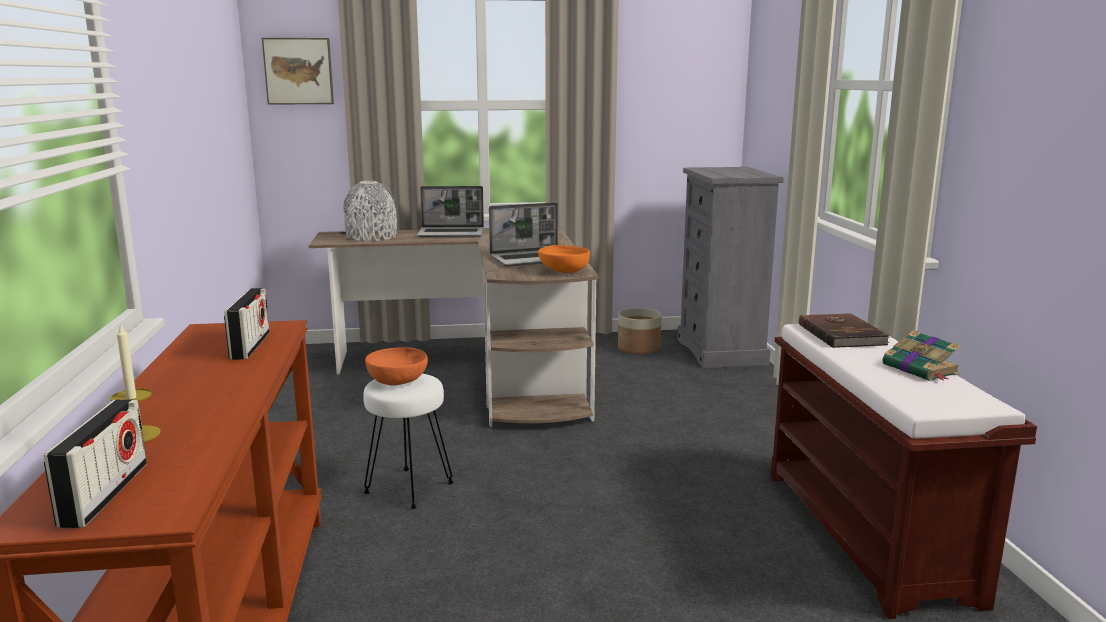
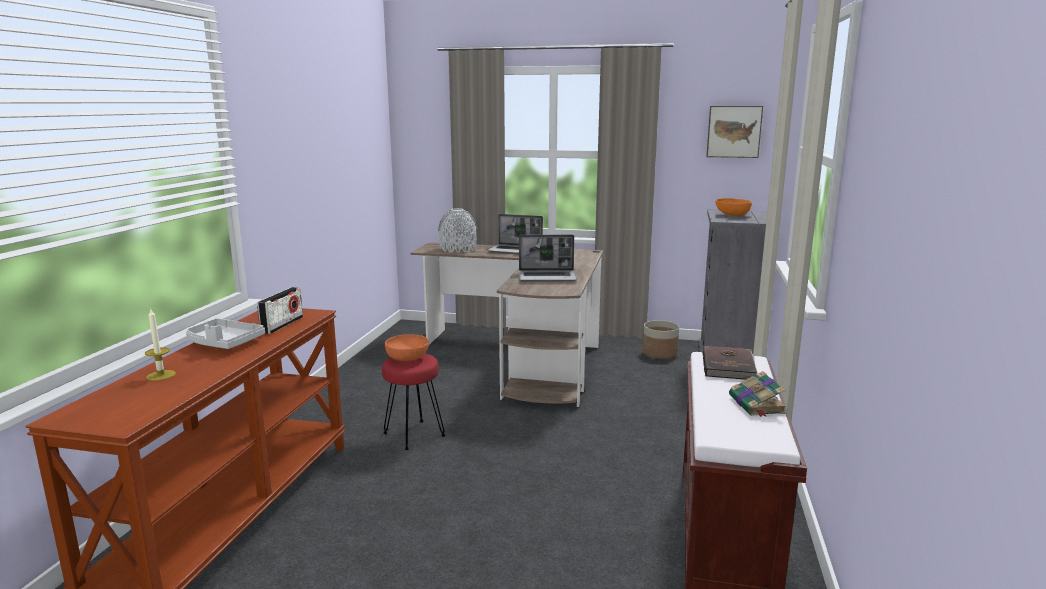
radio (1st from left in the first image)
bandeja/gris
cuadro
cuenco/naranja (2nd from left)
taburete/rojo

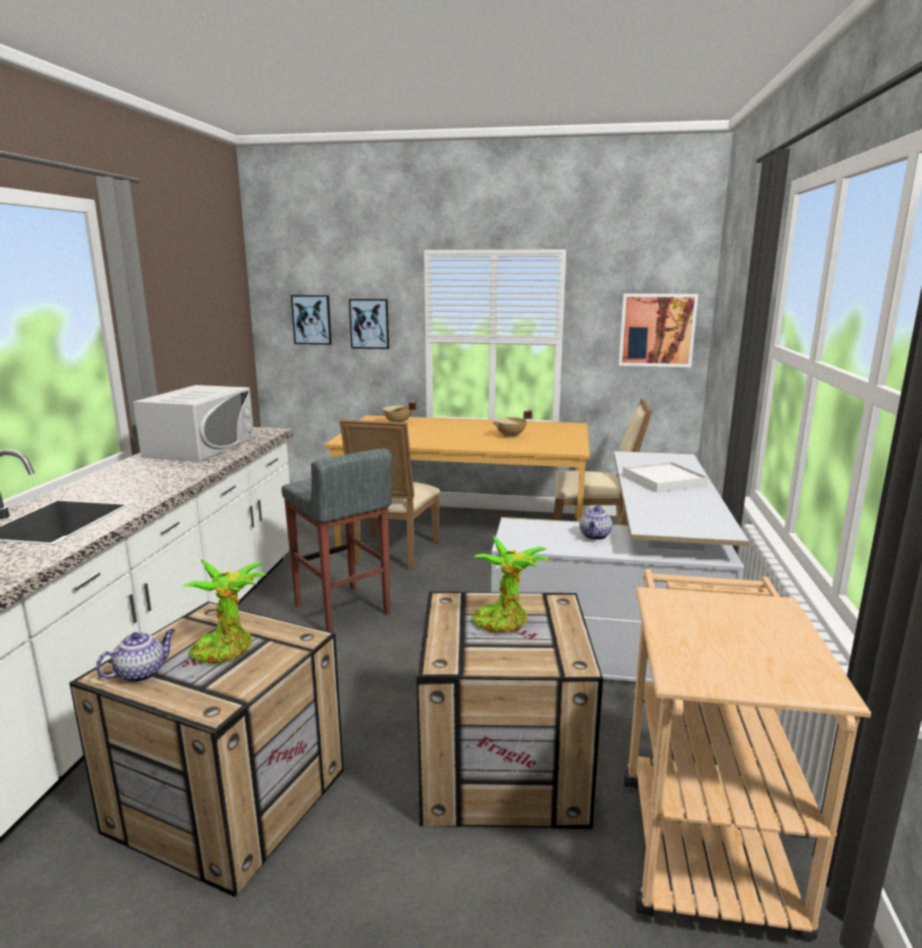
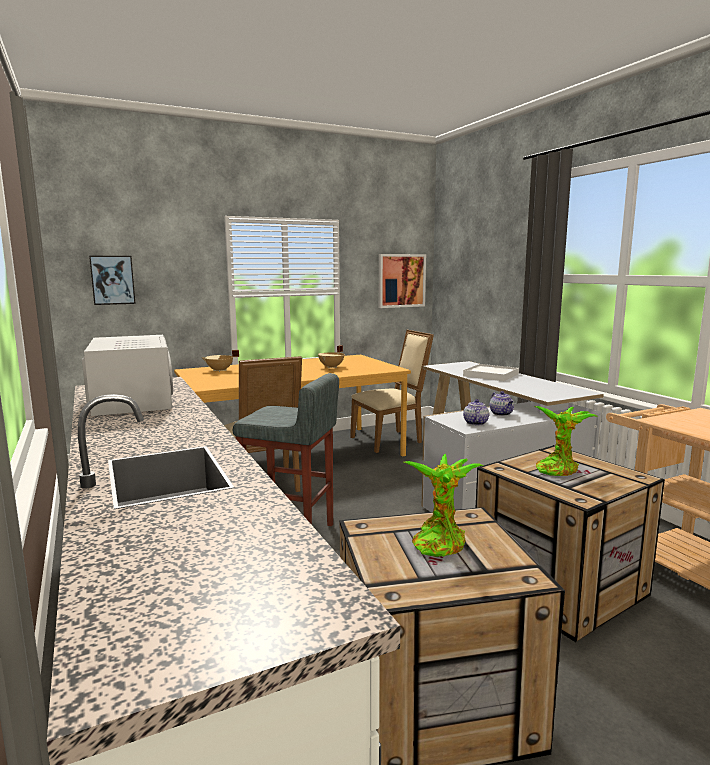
cuadro (2nd from left in the first image)
tetera (1st from left)

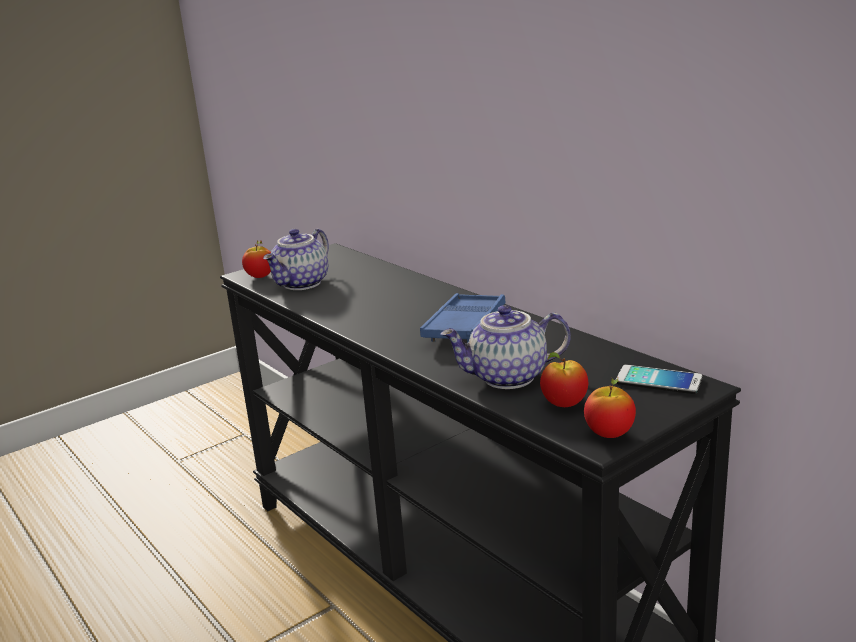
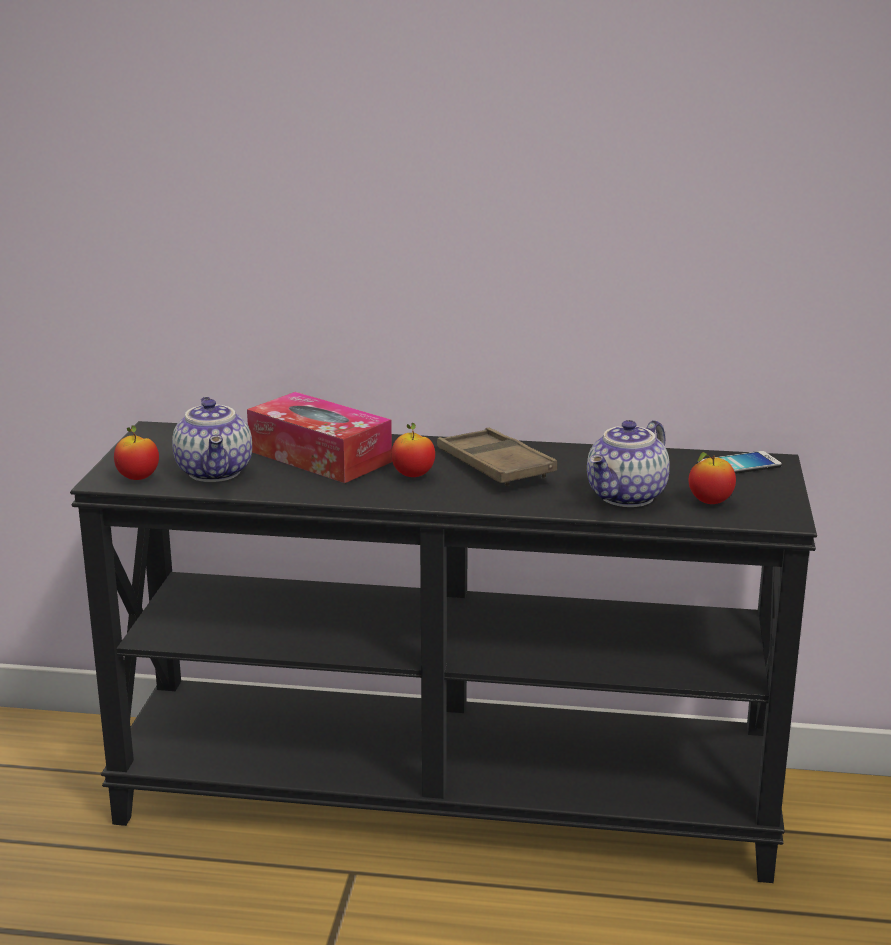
caja de pañuelos
manzana (2nd from left)
bandeja/marrón

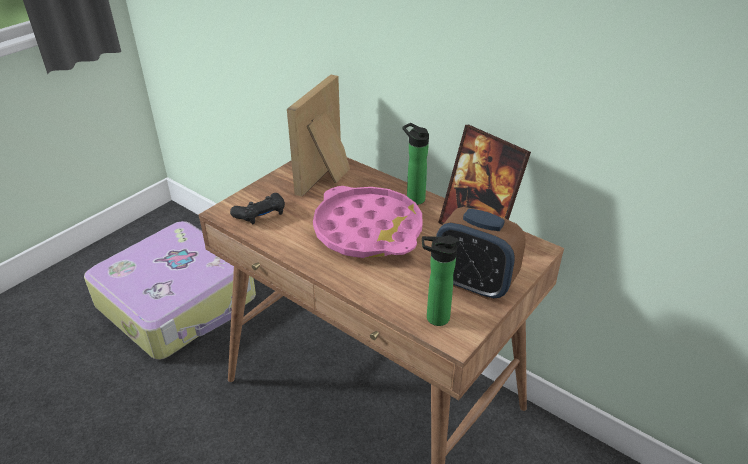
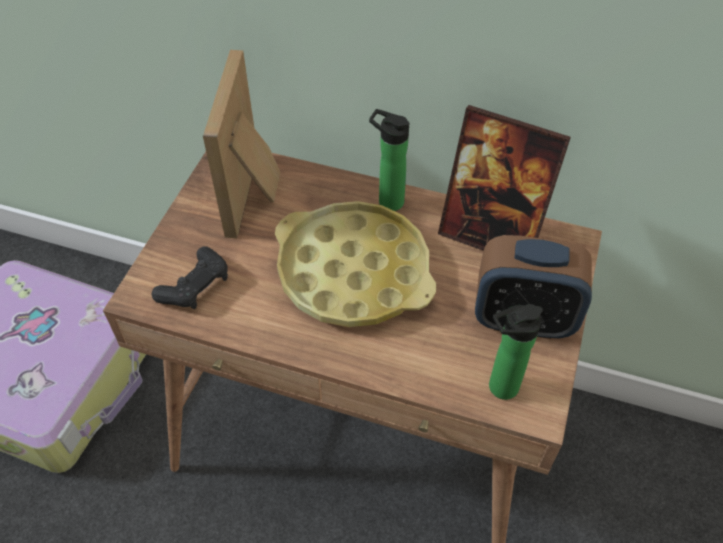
bandeja/amarillo

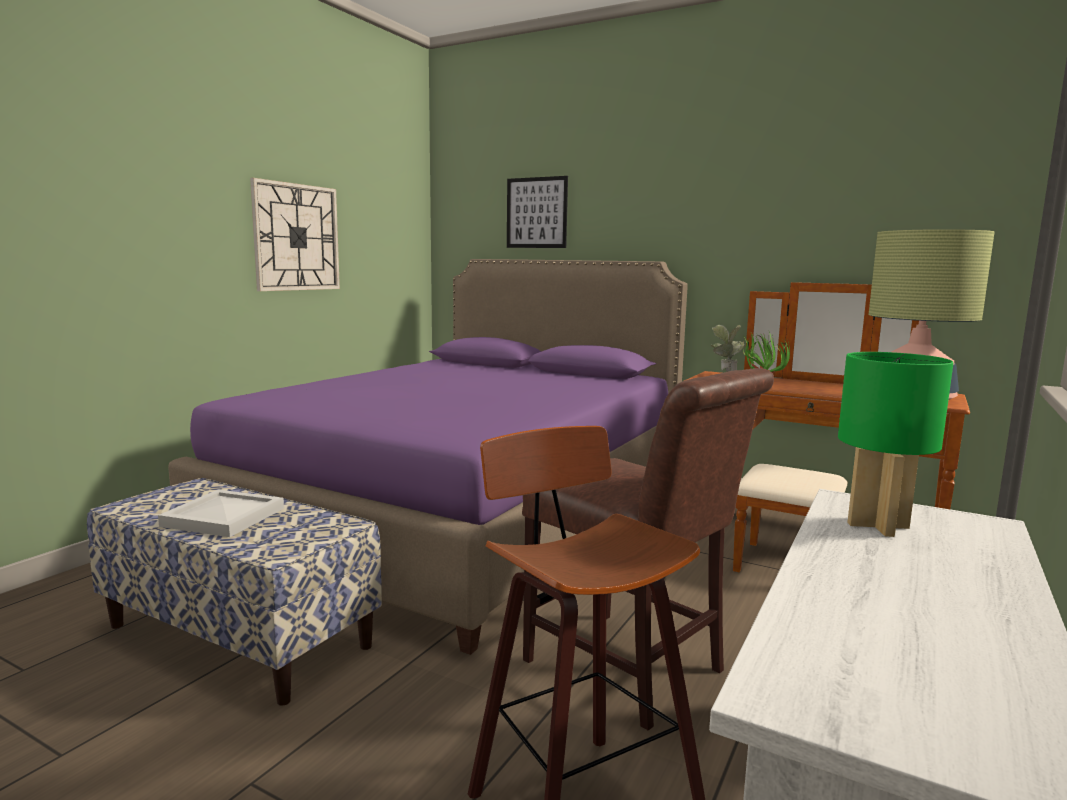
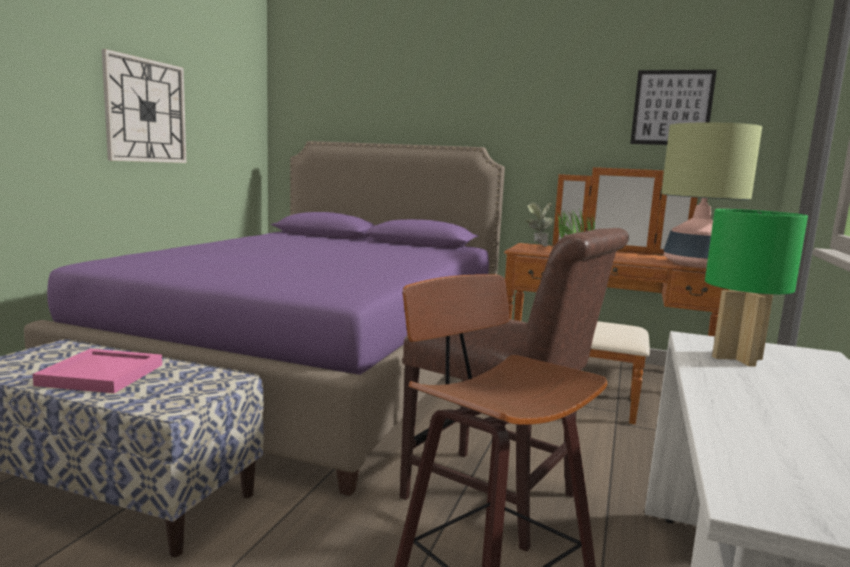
cuadro
bandeja/rosa

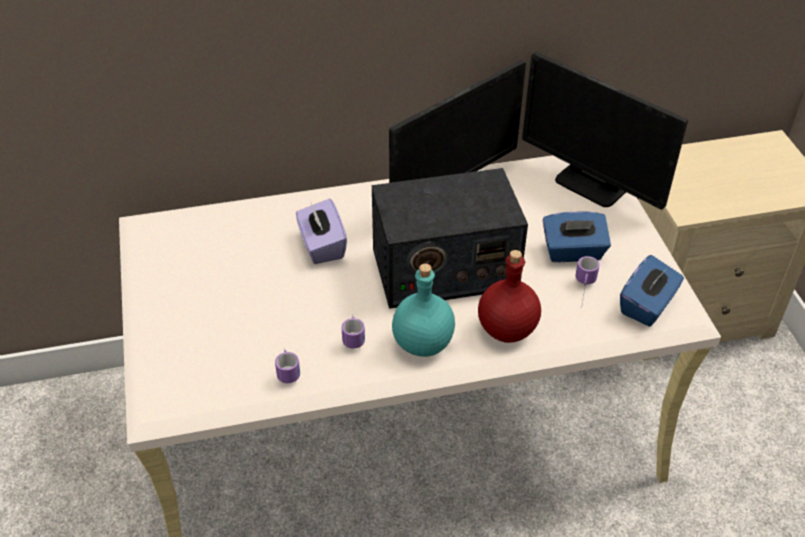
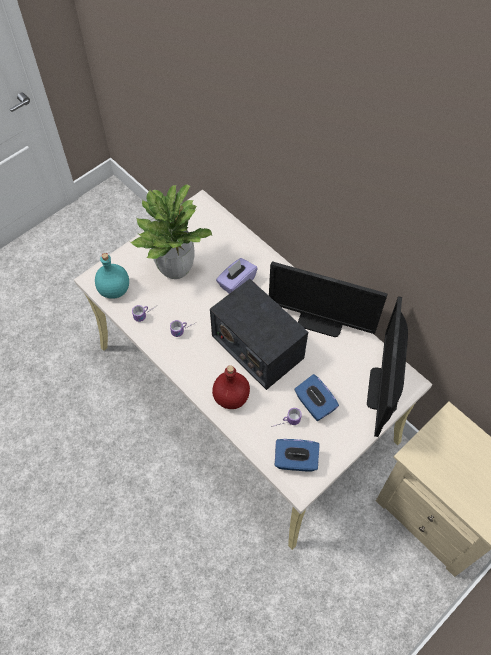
planta en maceta
botella/turquesa

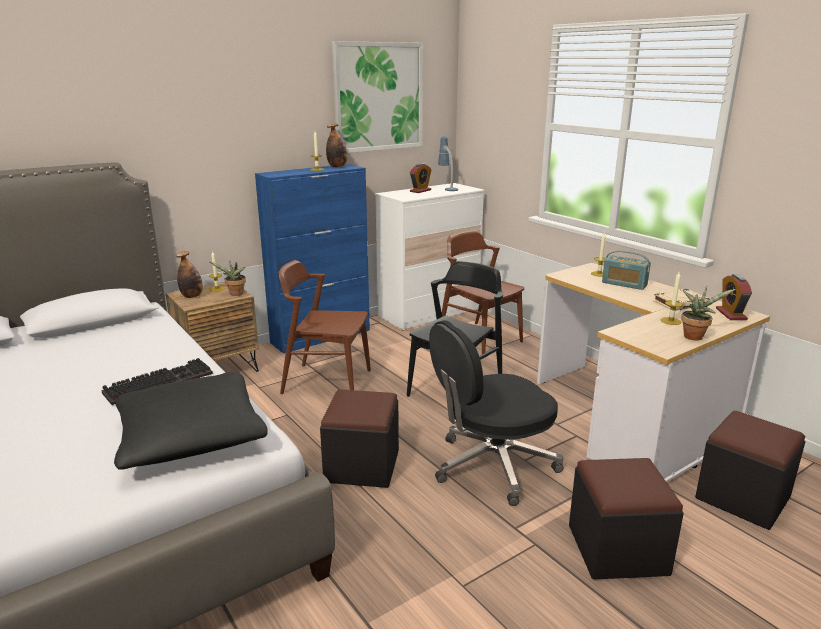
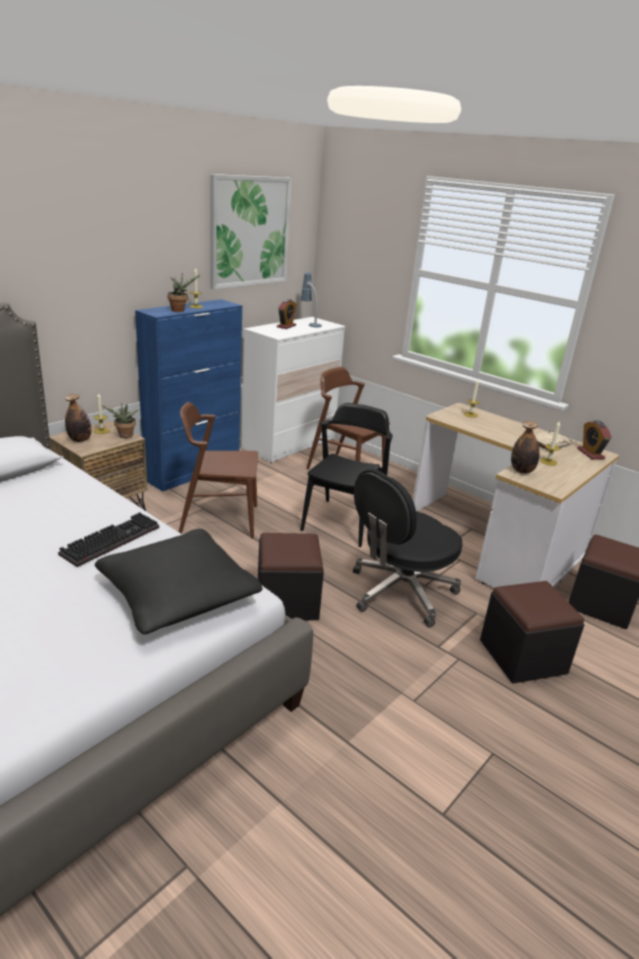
radio
botella (2nd from left)
planta en maceta (2nd from left)

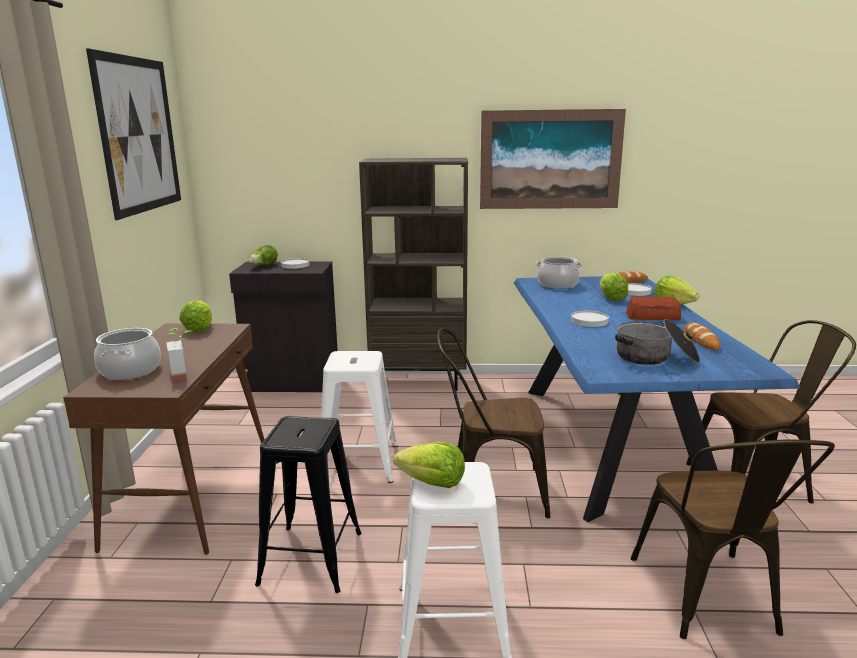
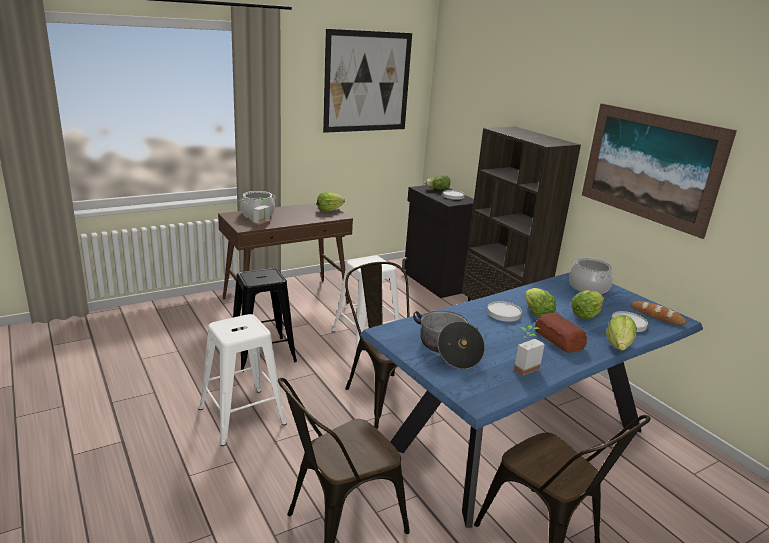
lechuga (3rd from left)
planta en maceta (2nd from left)

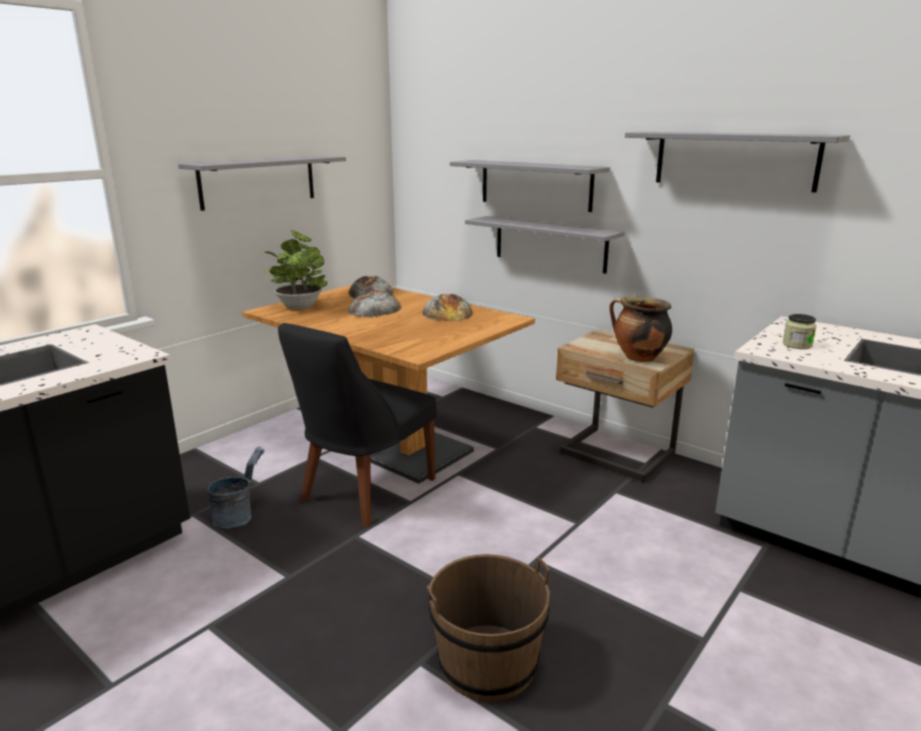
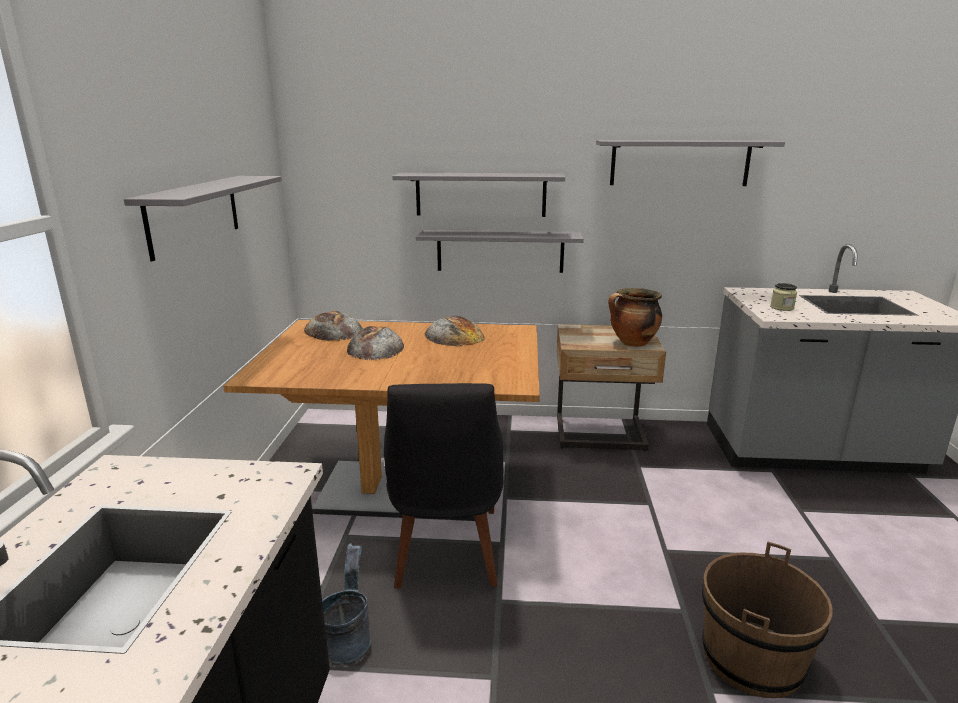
planta en maceta

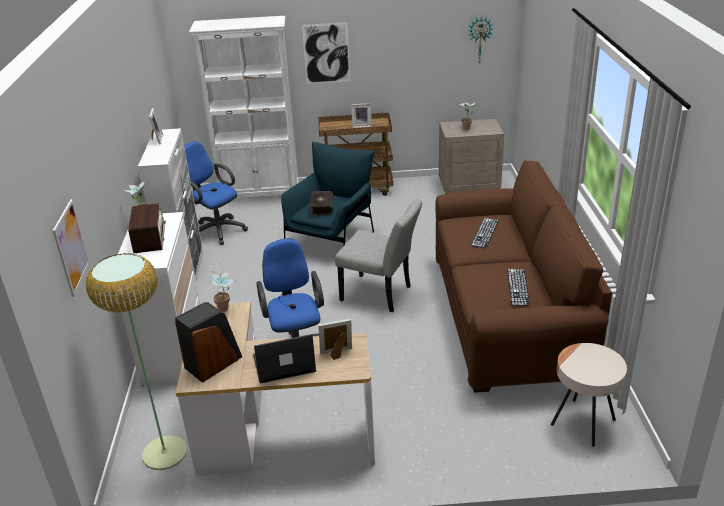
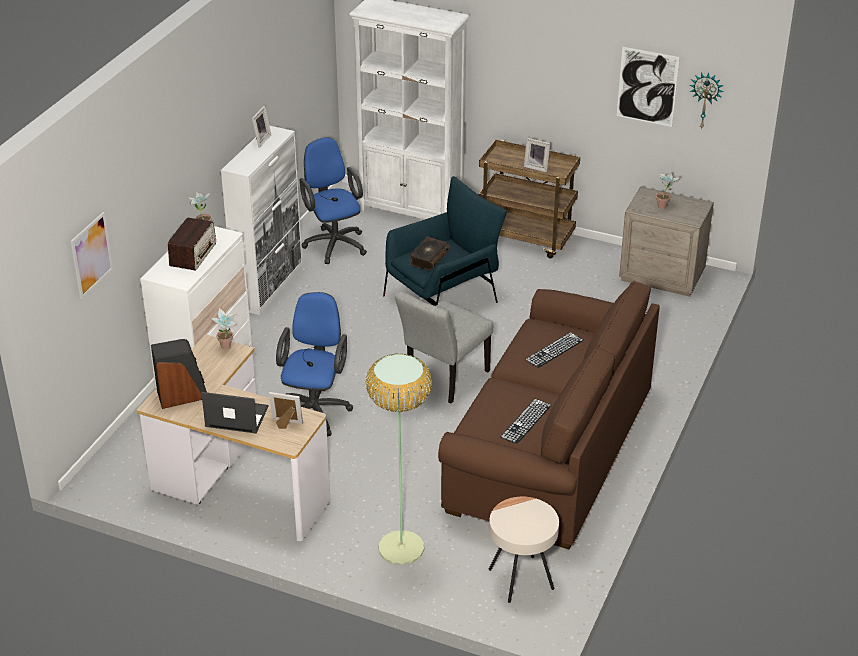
lámpara de pie
cuadro (2nd from left)
silla/gris

